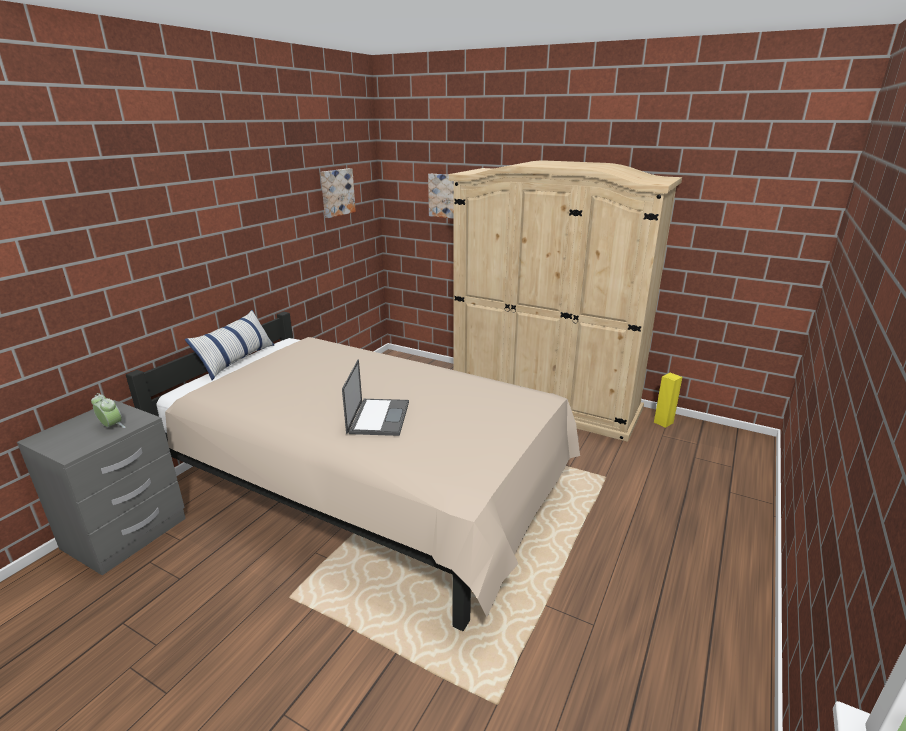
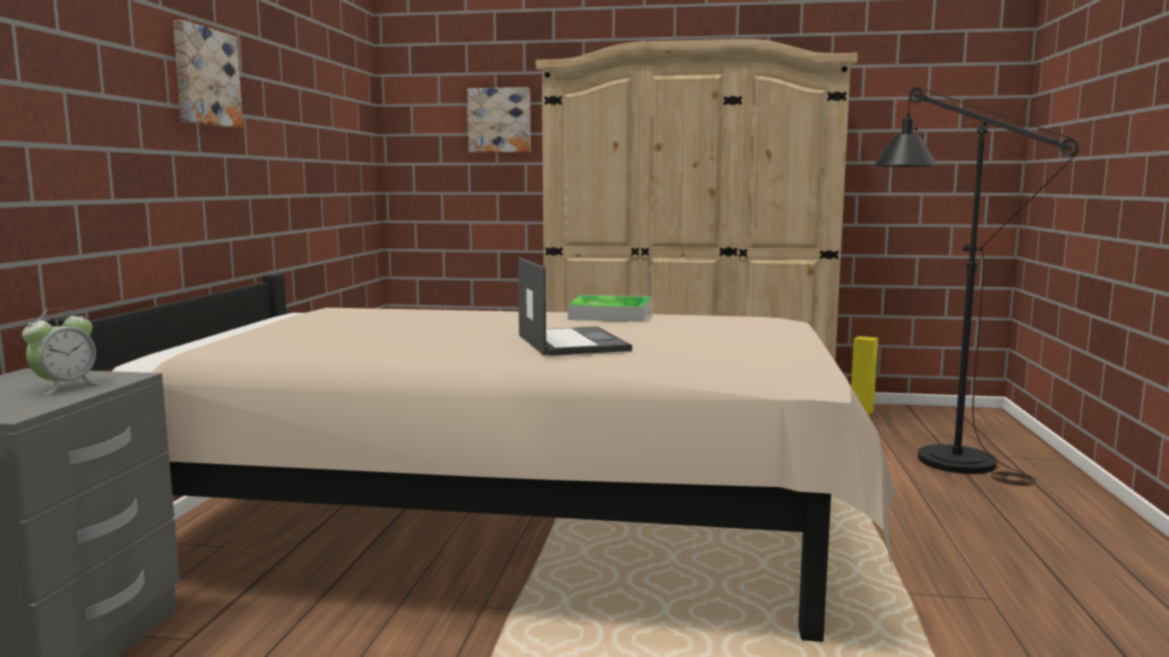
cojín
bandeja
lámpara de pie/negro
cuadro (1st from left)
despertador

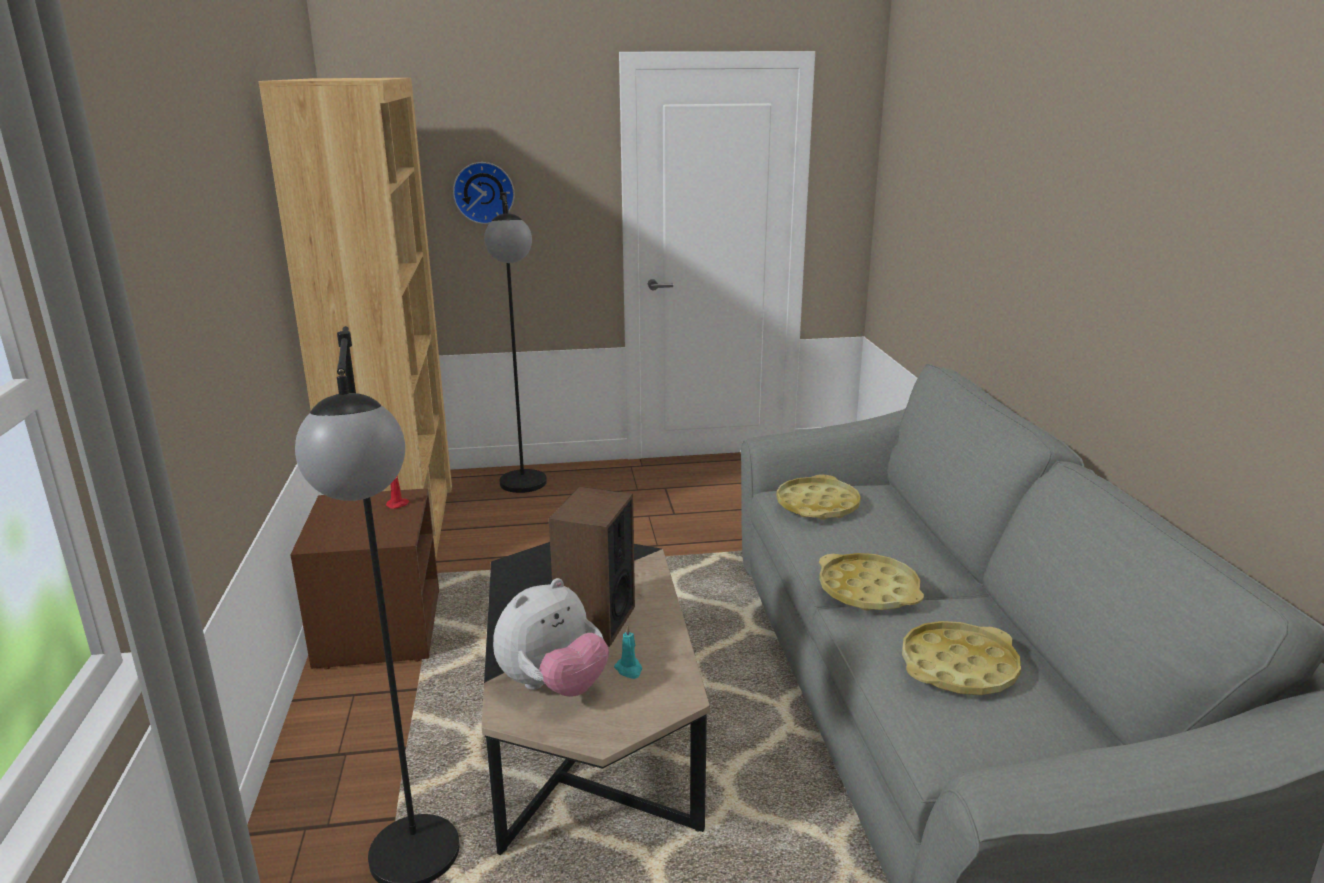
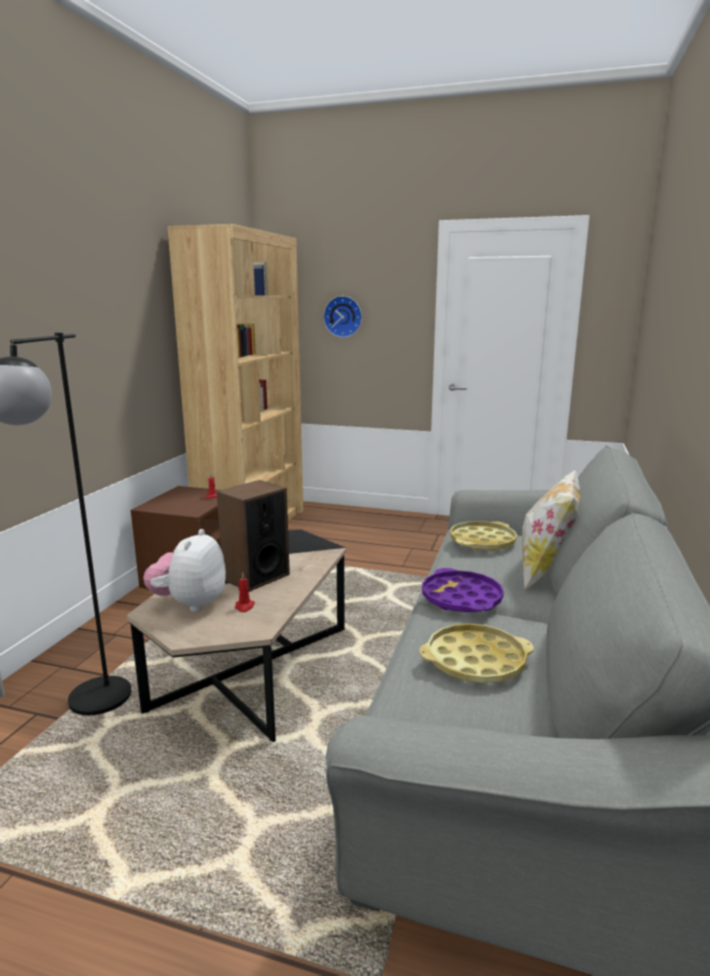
lámpara de pie/negro (2nd from left in the first image)
cojín
vela/rojo (2nd from left)
bandeja/morado
peluche

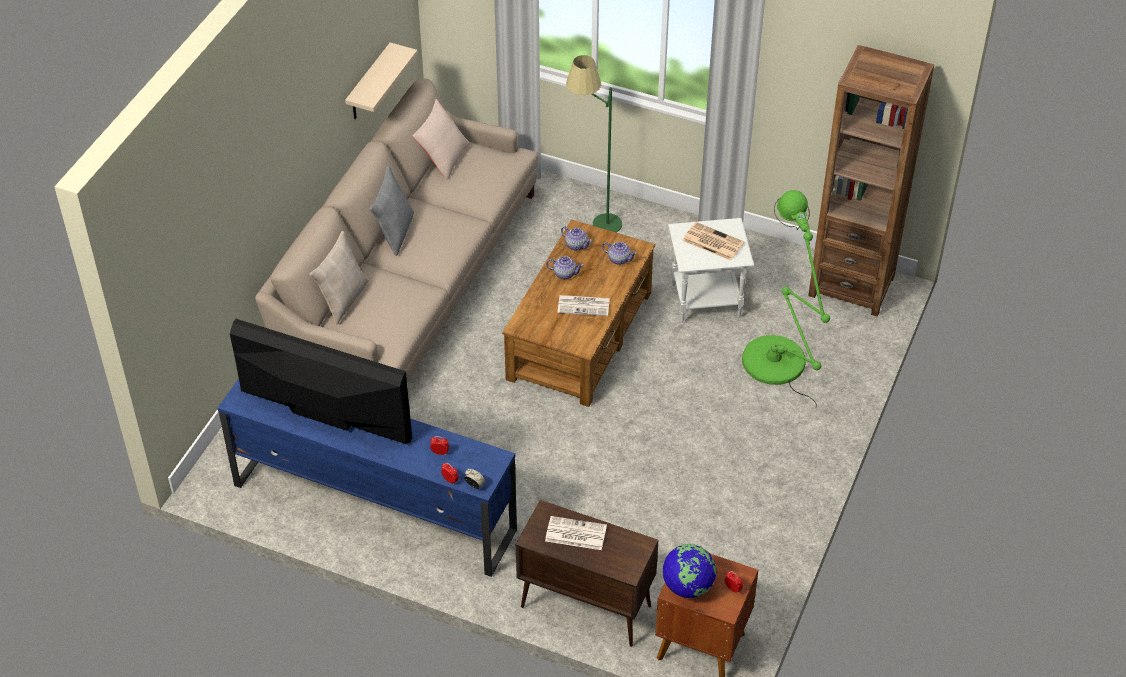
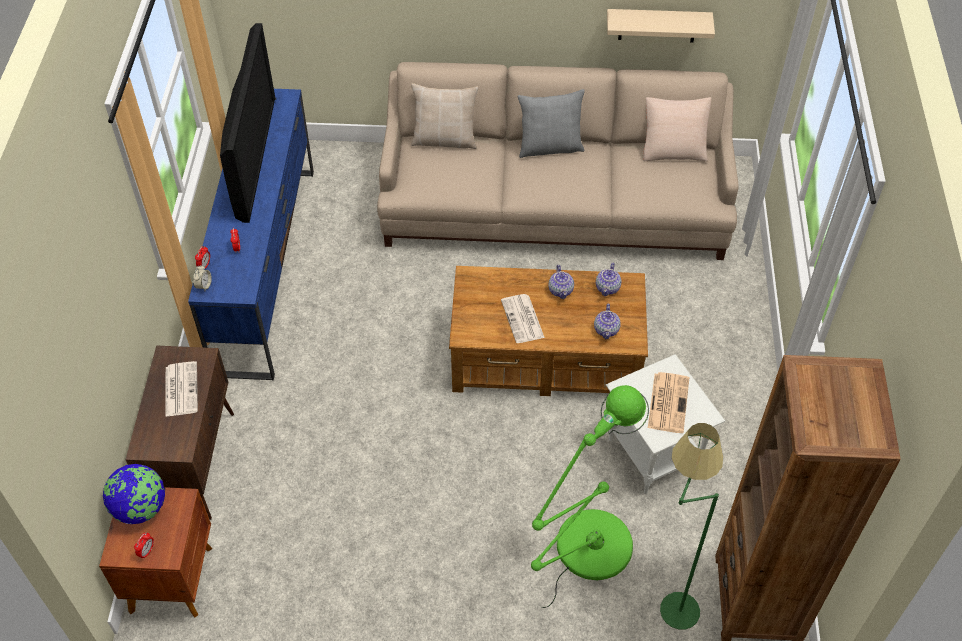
lámpara de pie/verde (2nd from left)

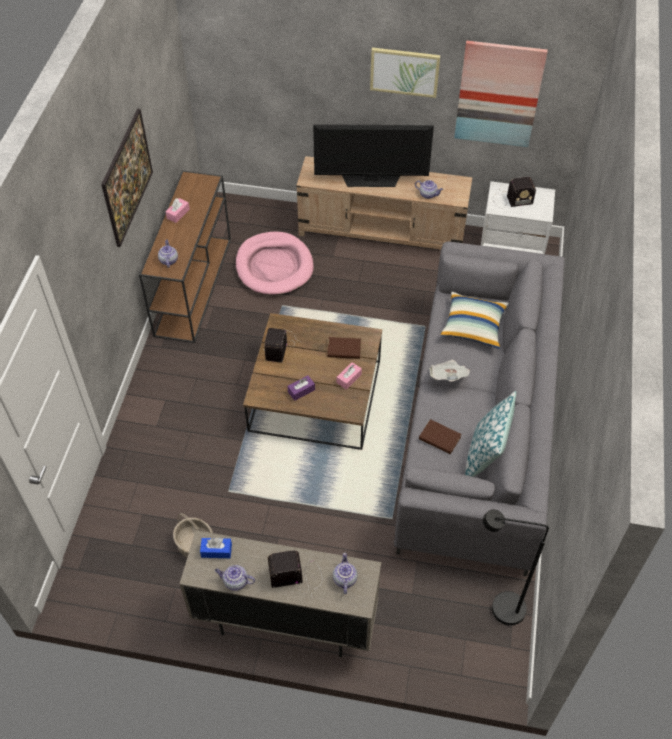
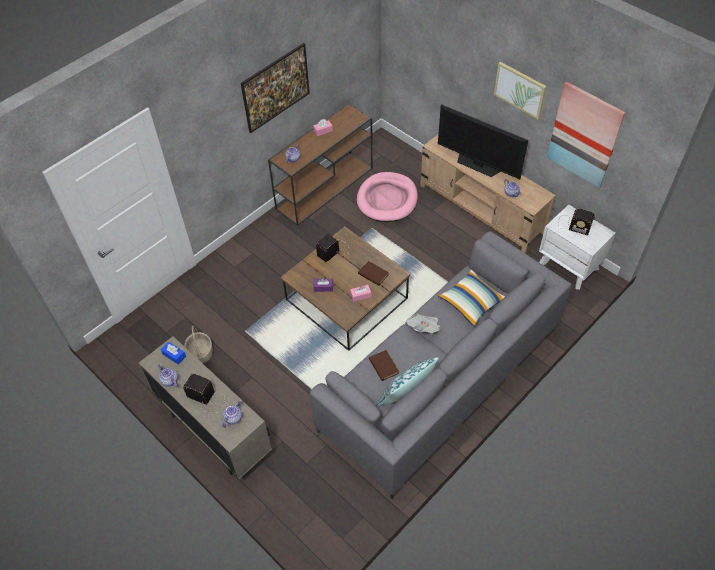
lámpara de pie/negro

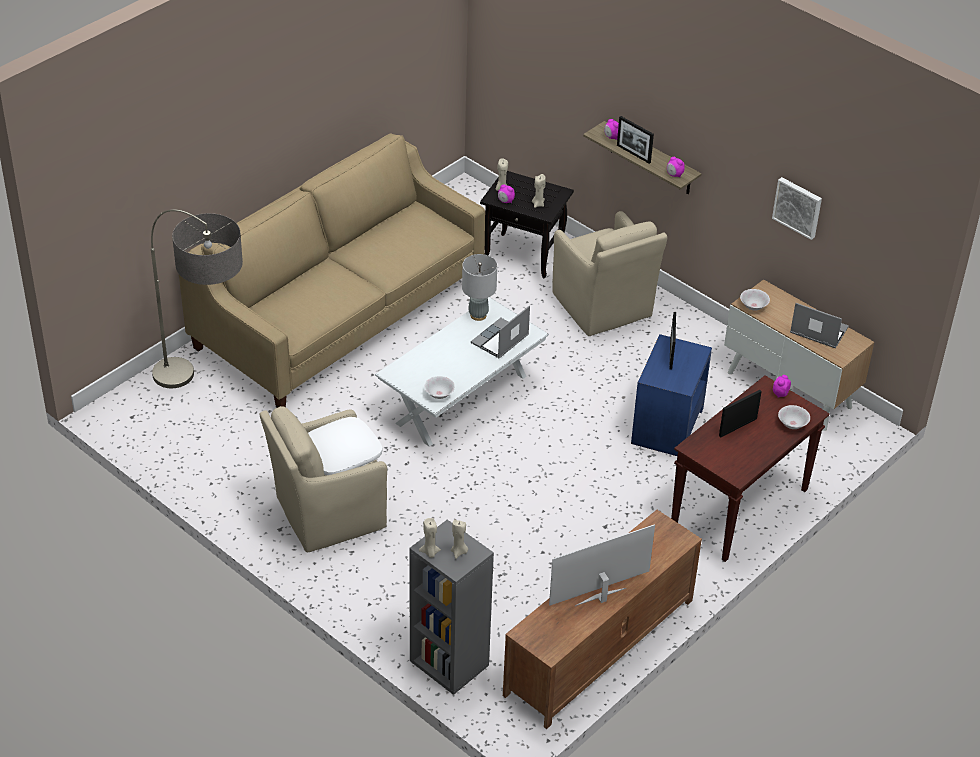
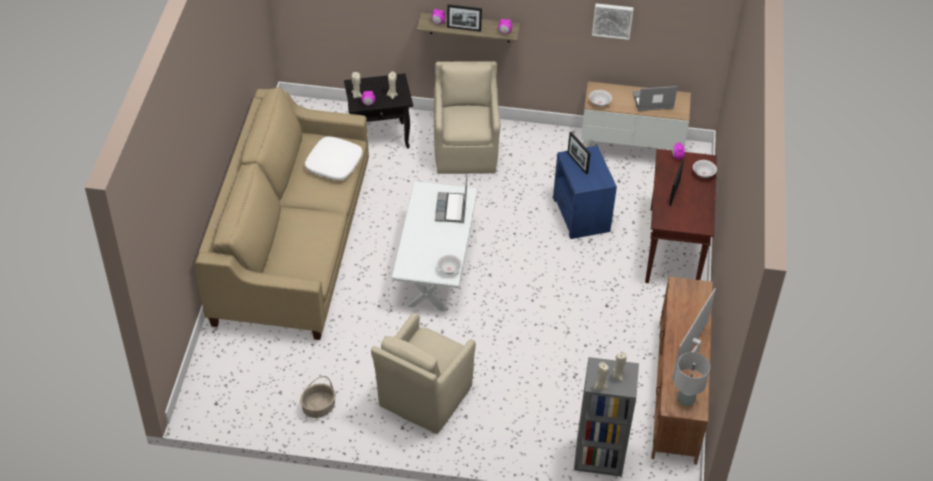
lámpara de pie
cesta
cojín/blanco
lámpara de mesa/gris
sillón/beis (2nd from left)

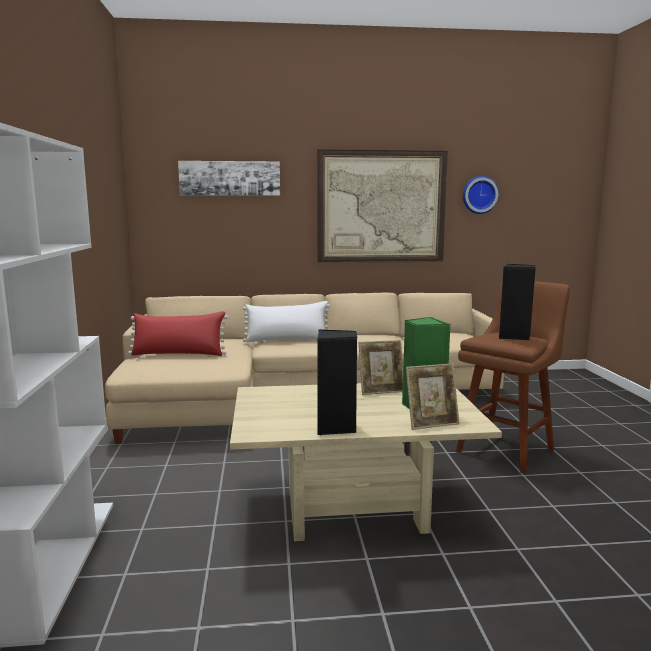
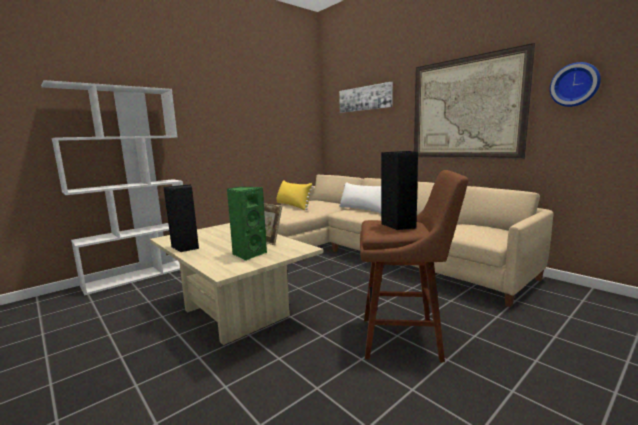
portarretratos (2nd from left in the first image)
cojín/amarillo

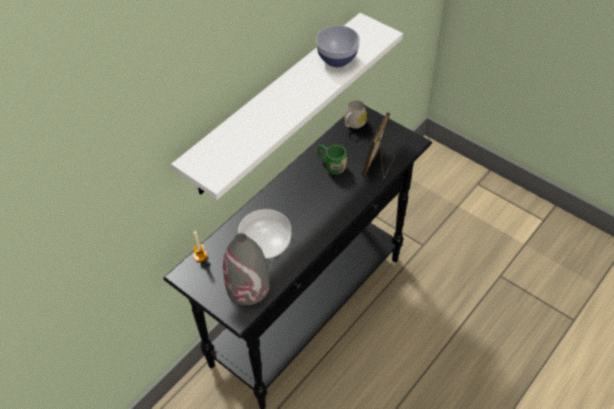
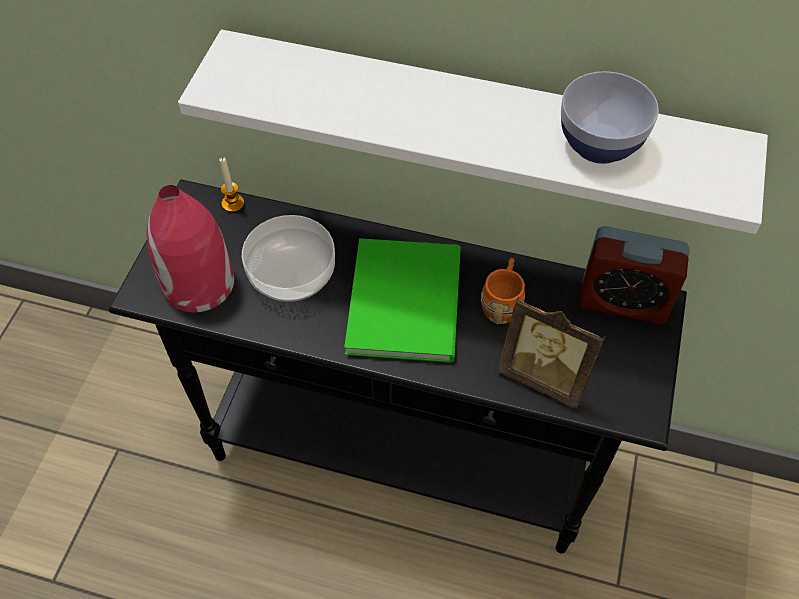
libro/verde
despertador
florero/rojo
taza grande/naranja
portarretratos

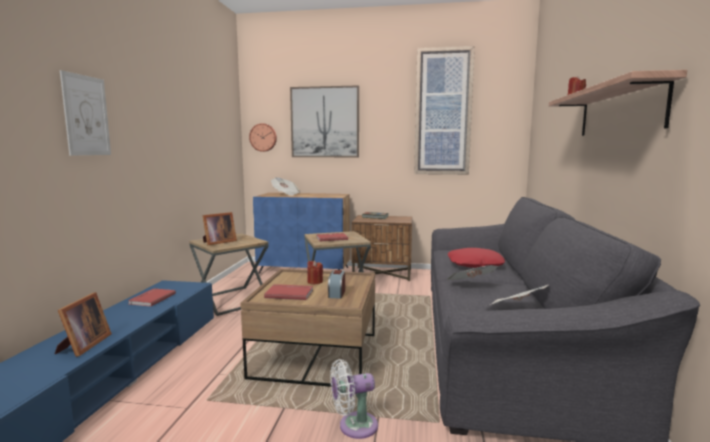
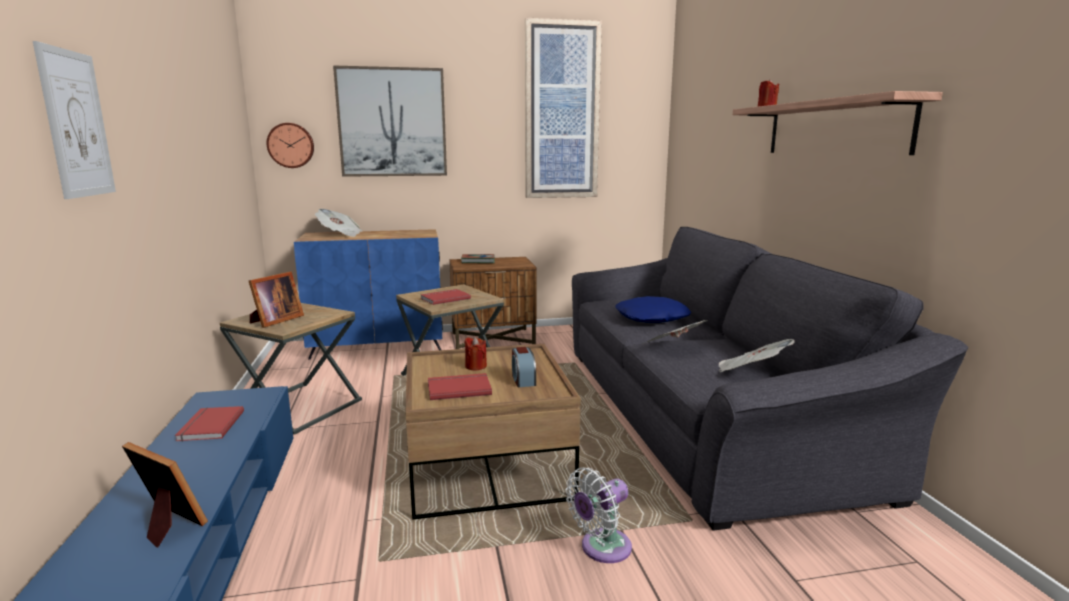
cojín/azul
portarretratos (1st from left)

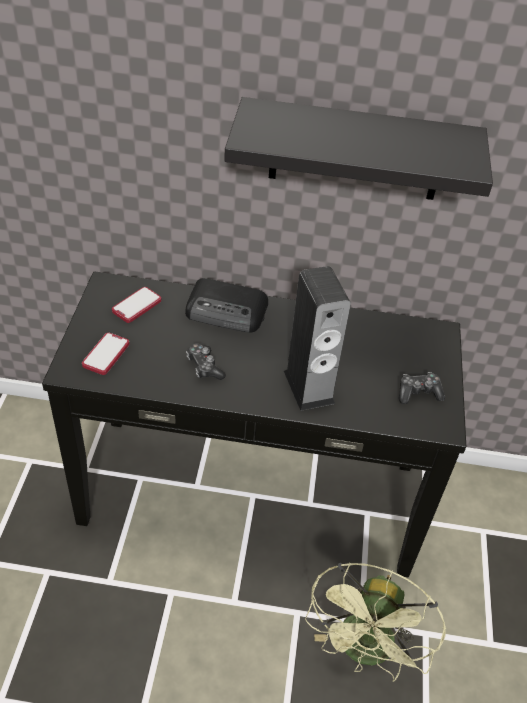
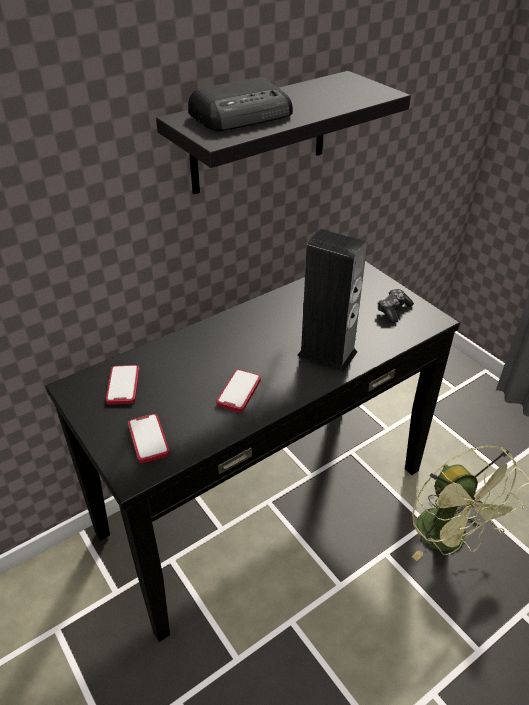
radio
móvil (3rd from left)

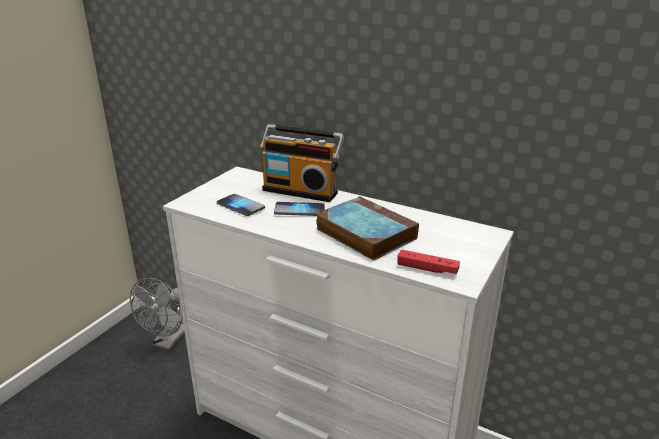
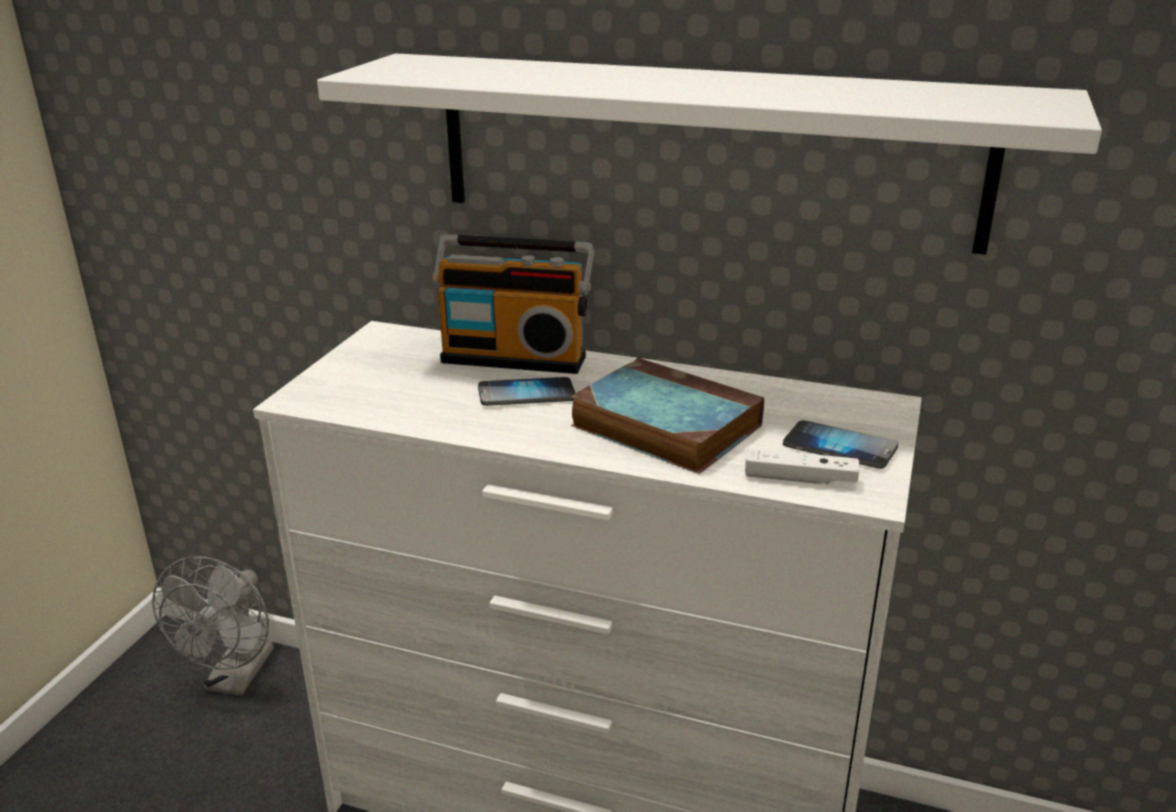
estante/blanco
móvil (2nd from left)
mando de consola/blanco

